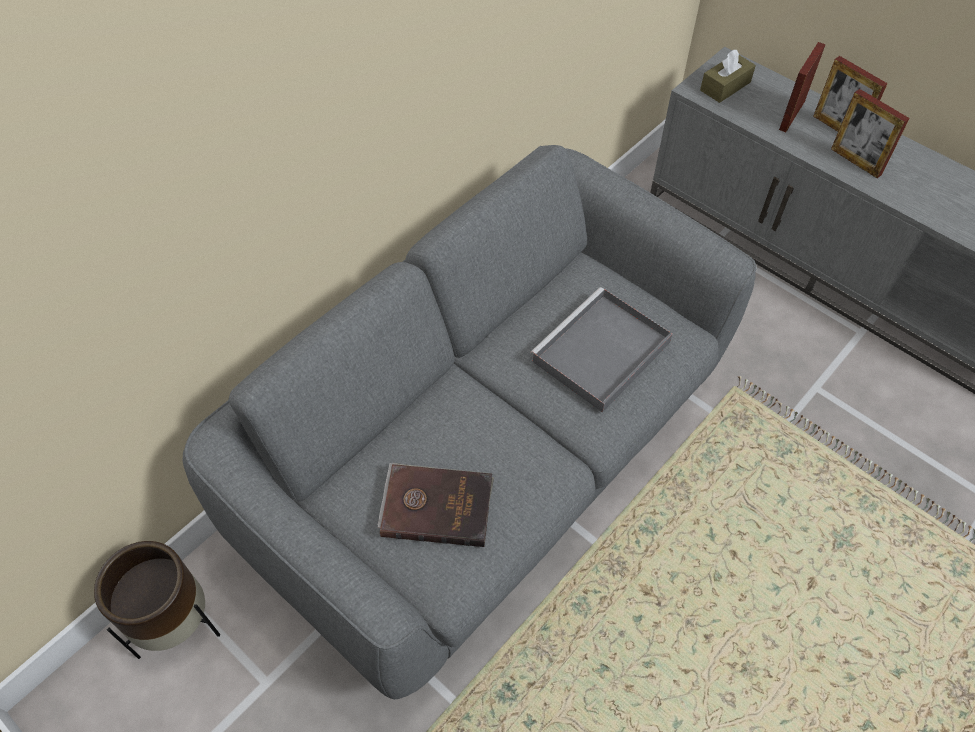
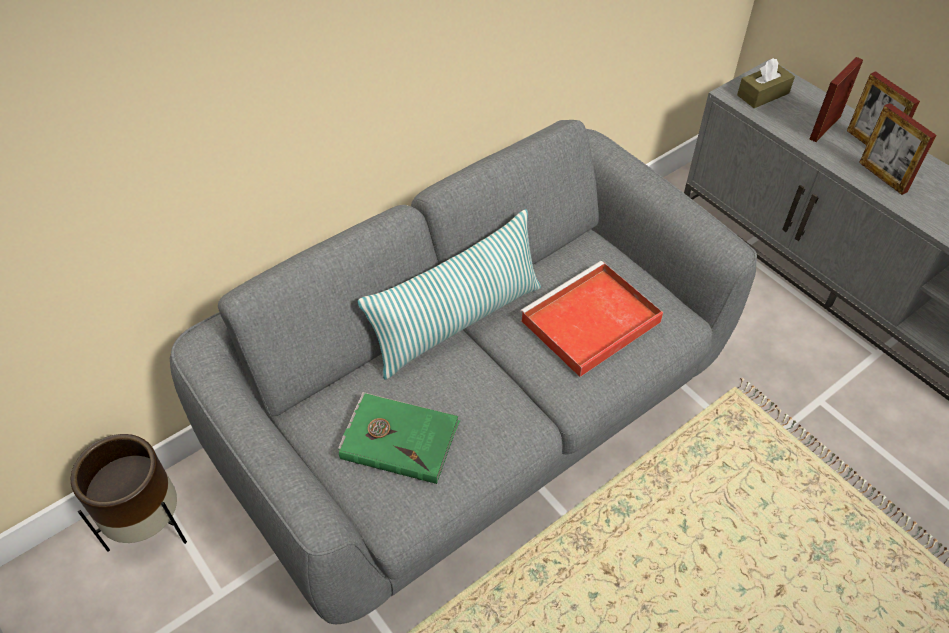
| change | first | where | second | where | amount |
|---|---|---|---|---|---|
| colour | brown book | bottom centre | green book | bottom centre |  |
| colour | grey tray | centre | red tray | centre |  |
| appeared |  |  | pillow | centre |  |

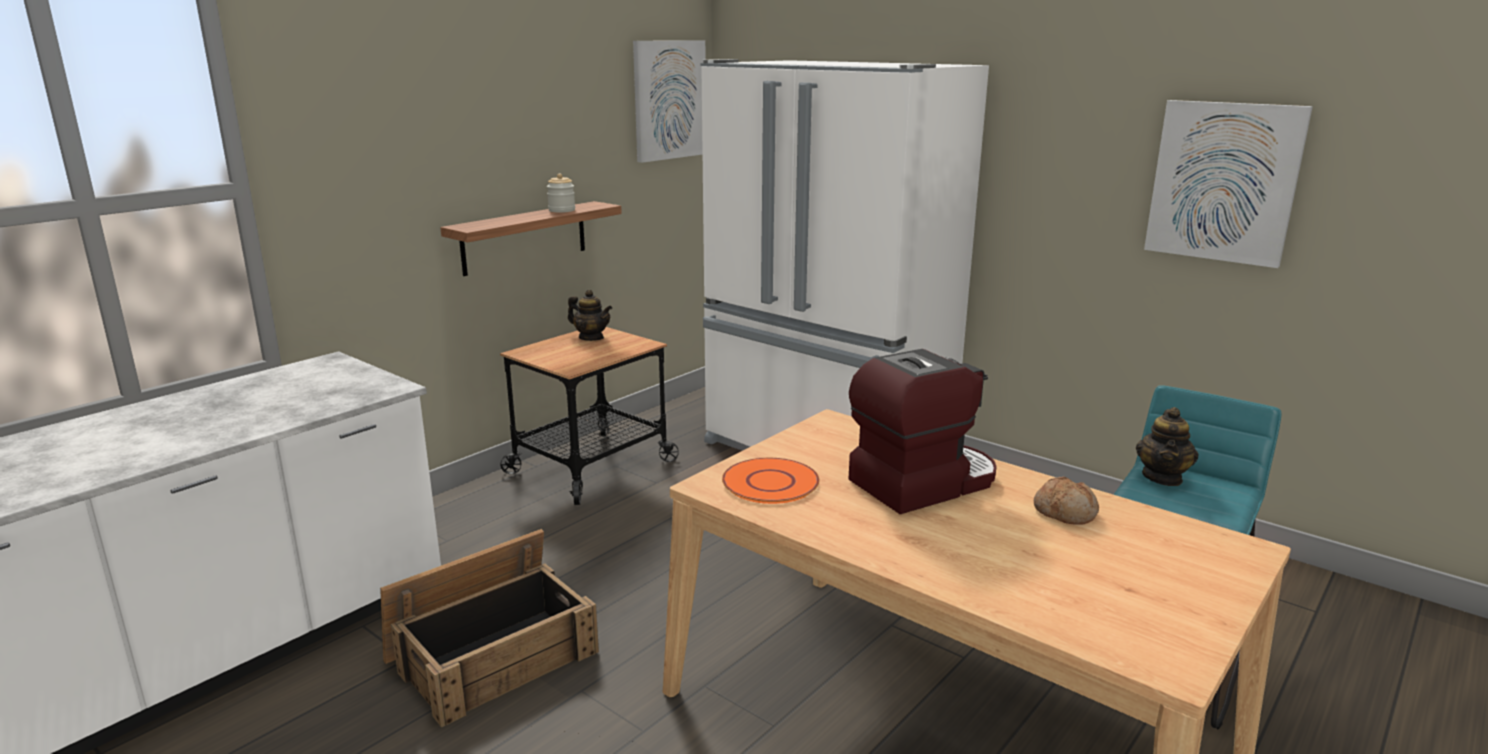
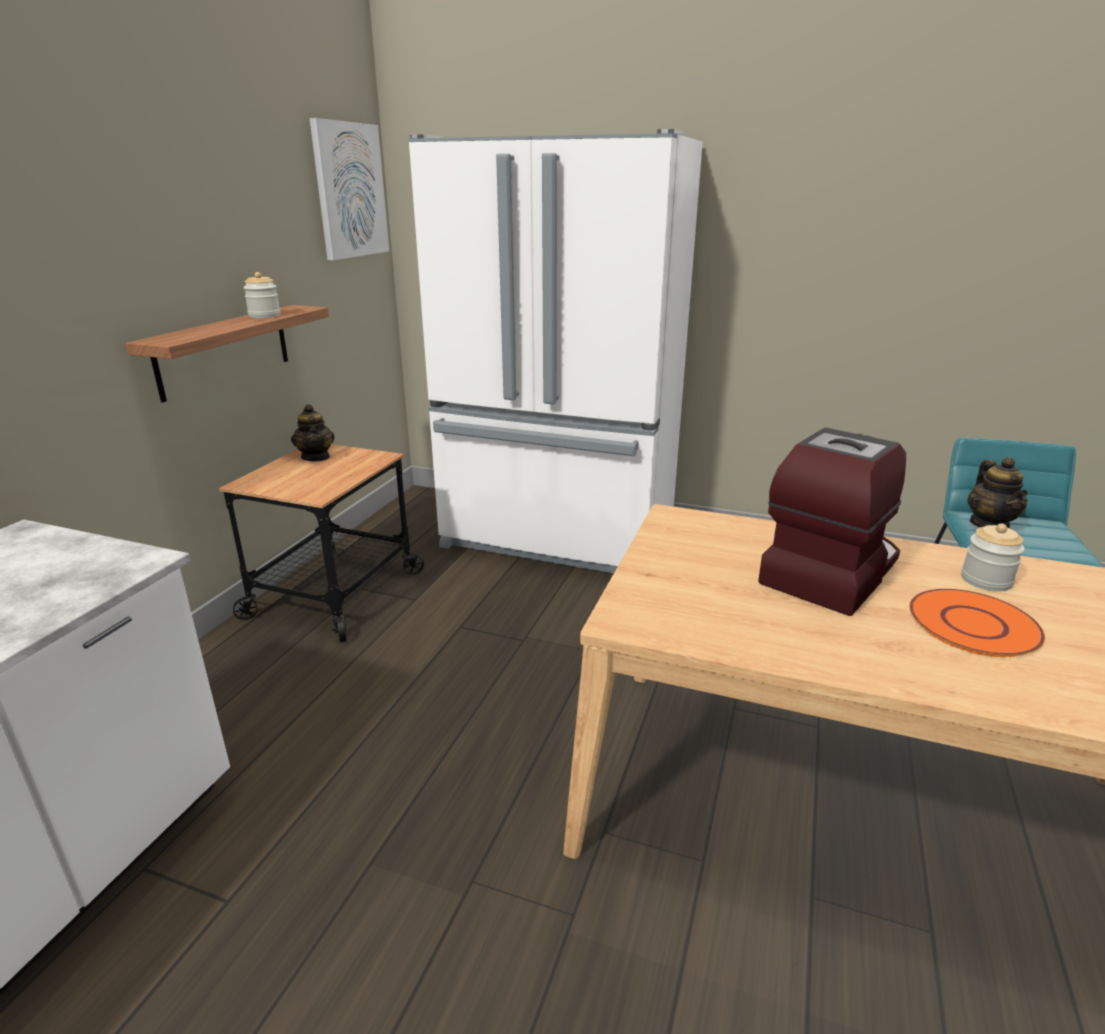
| change | first | where | second | where | amount |
|---|---|---|---|---|---|
| missing | crate | bottom left |  |  |  |
| spun | teapot (no. 1 from left) | centre |  | middle left | 60 degrees clockwise |
| relocated | orange plate | centre |  | middle right |  |
| exchanged | bread | middle right | jar (no. 2 from left) | middle right |  |
| missing | picture (no. 2 from left) | top right |  |  |  |

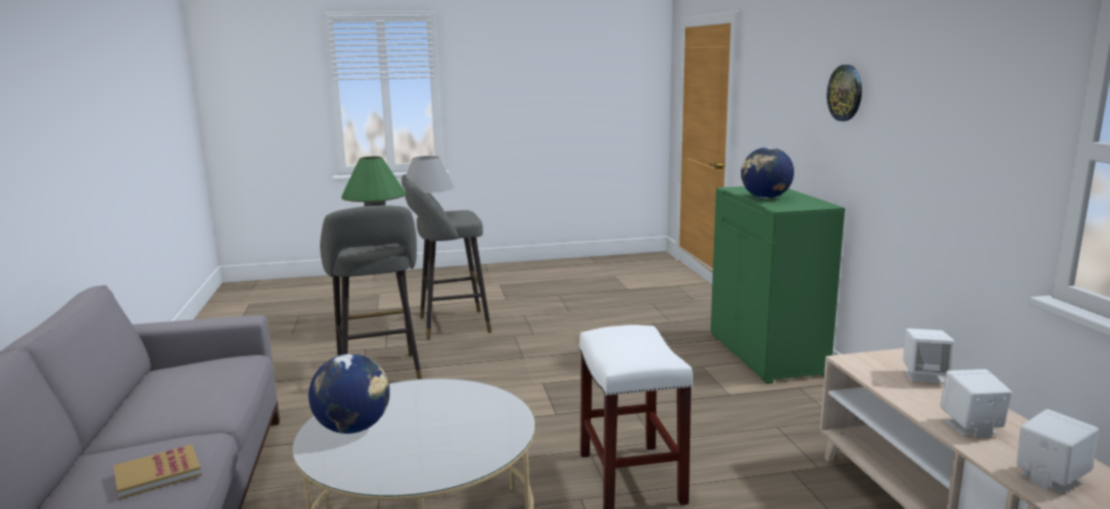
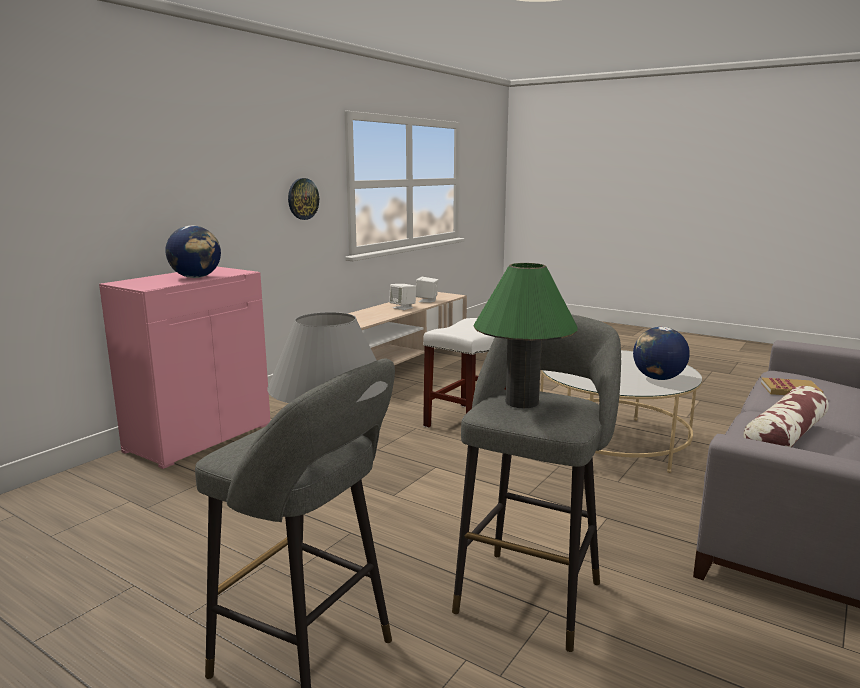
| change | first | where | second | where | amount |
|---|---|---|---|---|---|
| colour | green cabinet | middle right | pink cabinet | middle left |  |
| relocated | wall clock | top right |  | top centre |  |
| missing | white speaker (no. 1 from left) | bottom right |  |  |  |
| appeared |  |  | pillow | middle right |  |

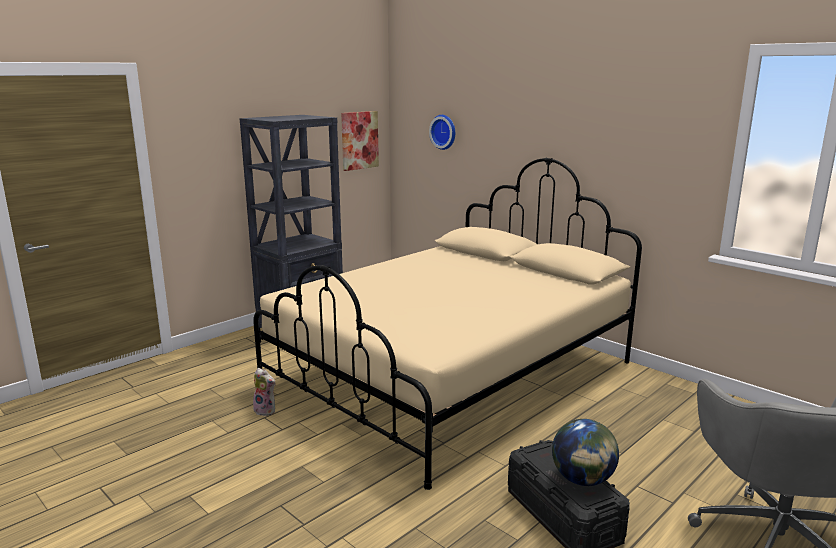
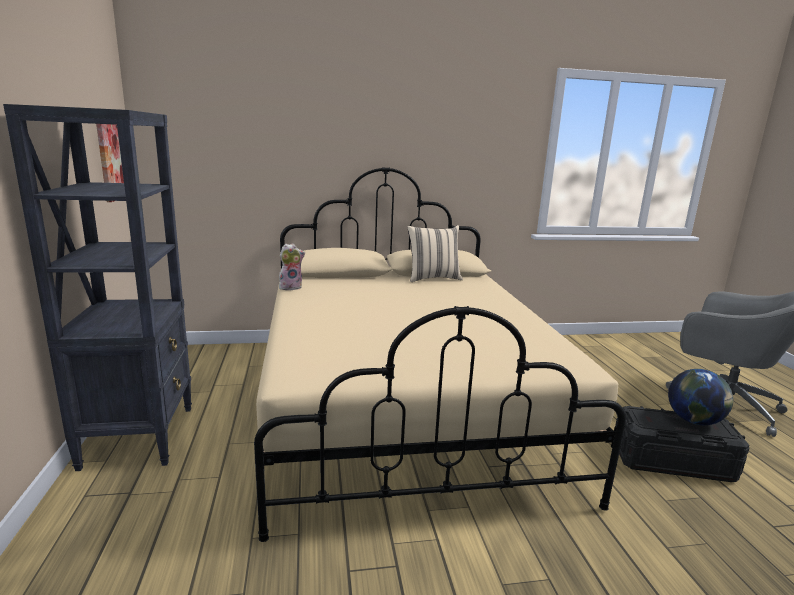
| change | first | where | second | where | amount |
|---|---|---|---|---|---|
| relocated | plush toy | bottom left |  | centre |  |
| missing | wall clock | top centre |  |  |  |
| appeared |  |  | beige pillow | centre |  |

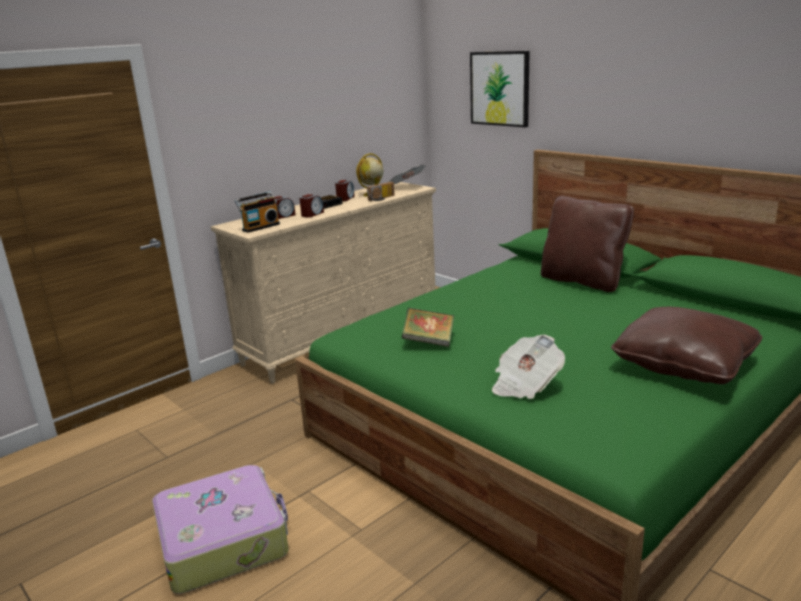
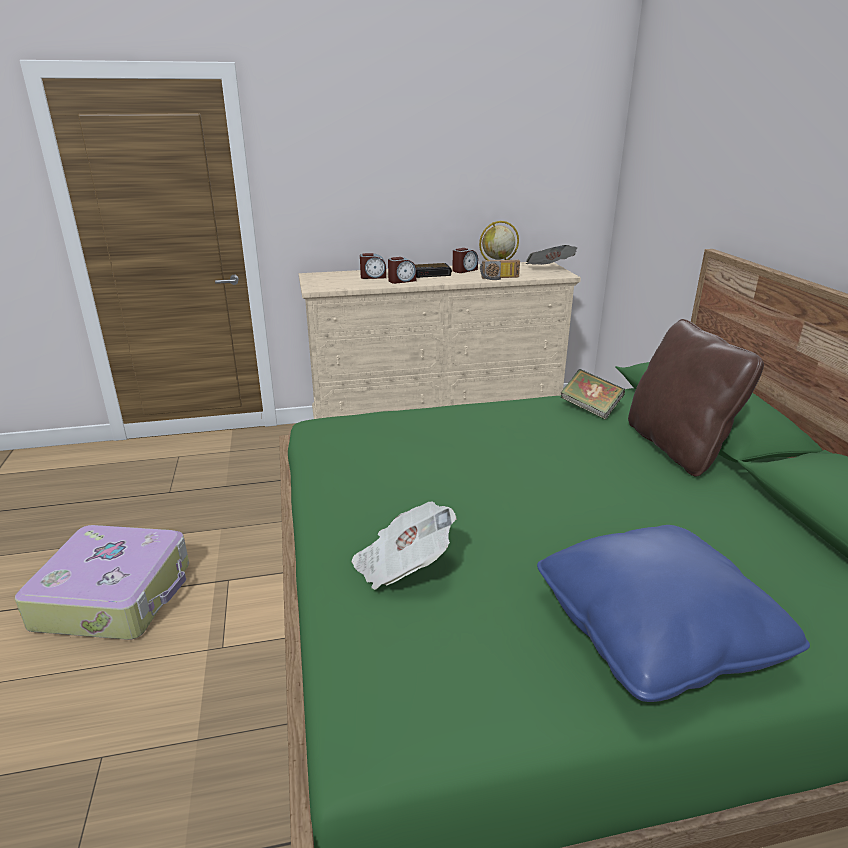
| change | first | where | second | where | amount |
|---|---|---|---|---|---|
| missing | radio (no. 1 from left) | middle left |  |  |  |
| relocated | book | centre |  | middle right |  |
| missing | picture | top centre |  |  |  |
| colour | brown pillow (no. 2 from left) | middle right | blue pillow | bottom right |  |

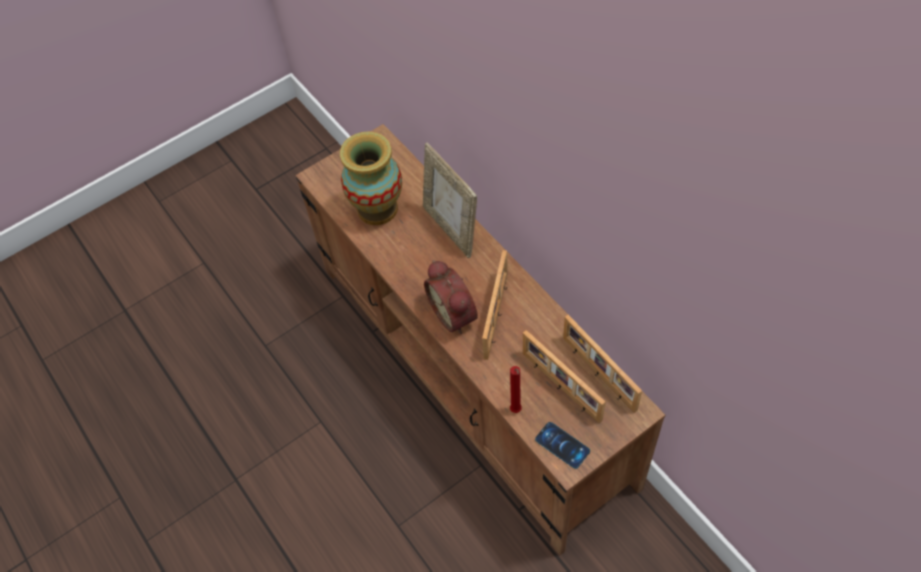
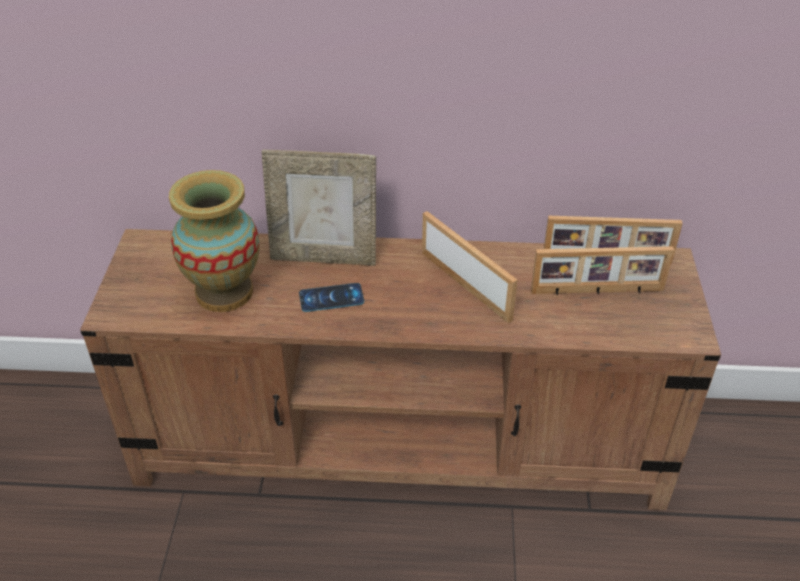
| change | first | where | second | where | amount |
|---|---|---|---|---|---|
| missing | alarm clock | centre |  |  |  |
| missing | red candle | bottom centre |  |  |  |
| relocated | phone | bottom centre |  | centre |  |

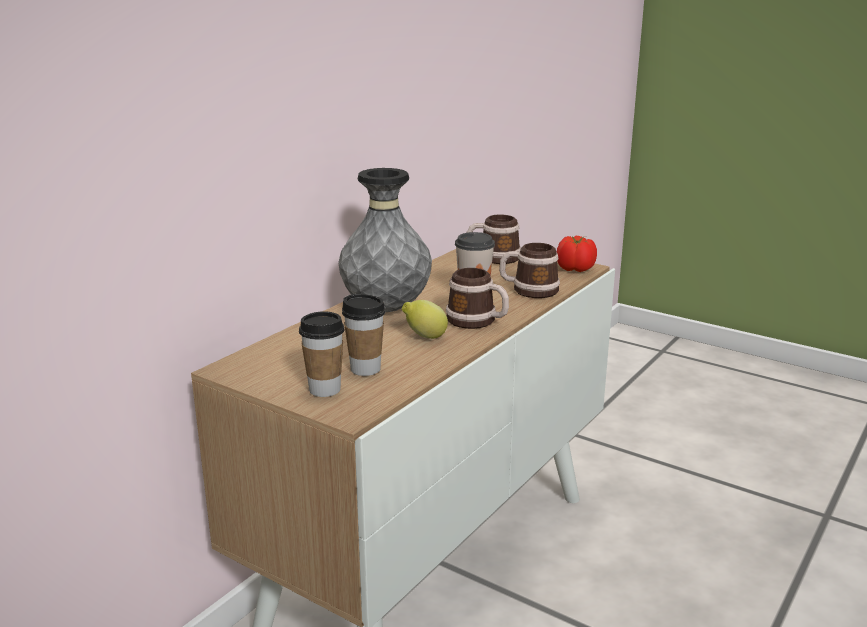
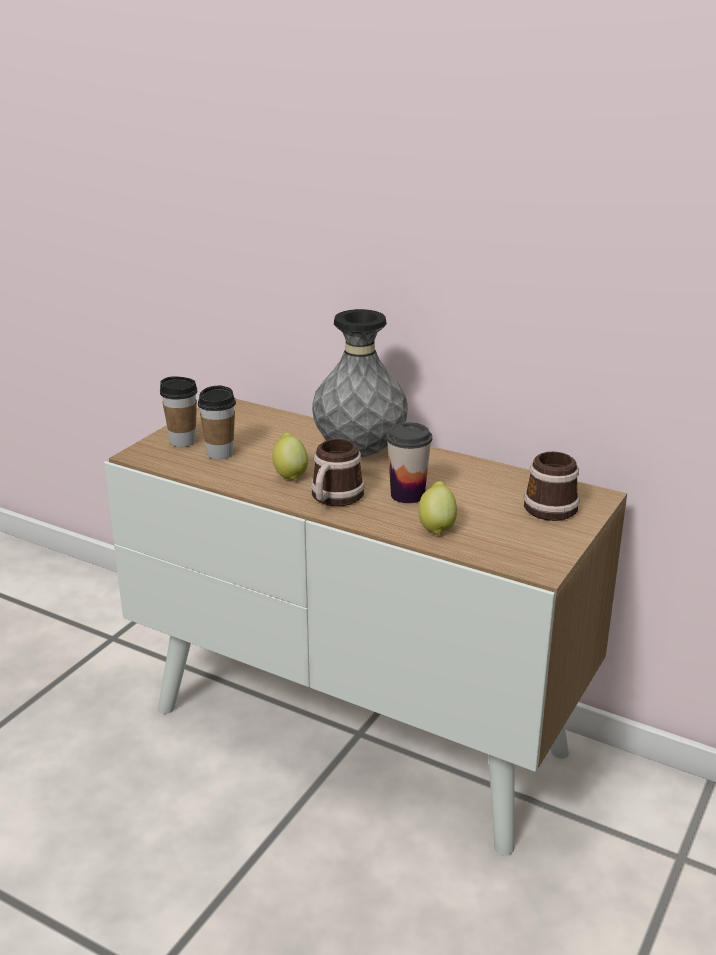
| change | first | where | second | where | amount |
|---|---|---|---|---|---|
| exchanged | mug (no. 3 from left) | centre | lemon (no. 2 from left) | centre |  |
| missing | tomato | centre |  |  |  |

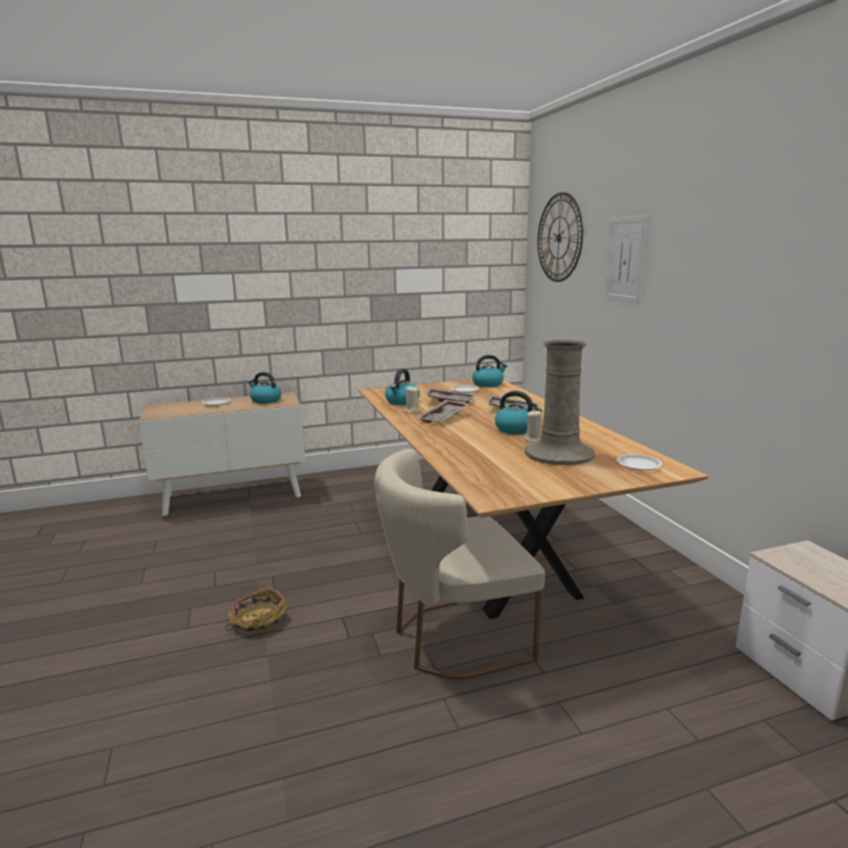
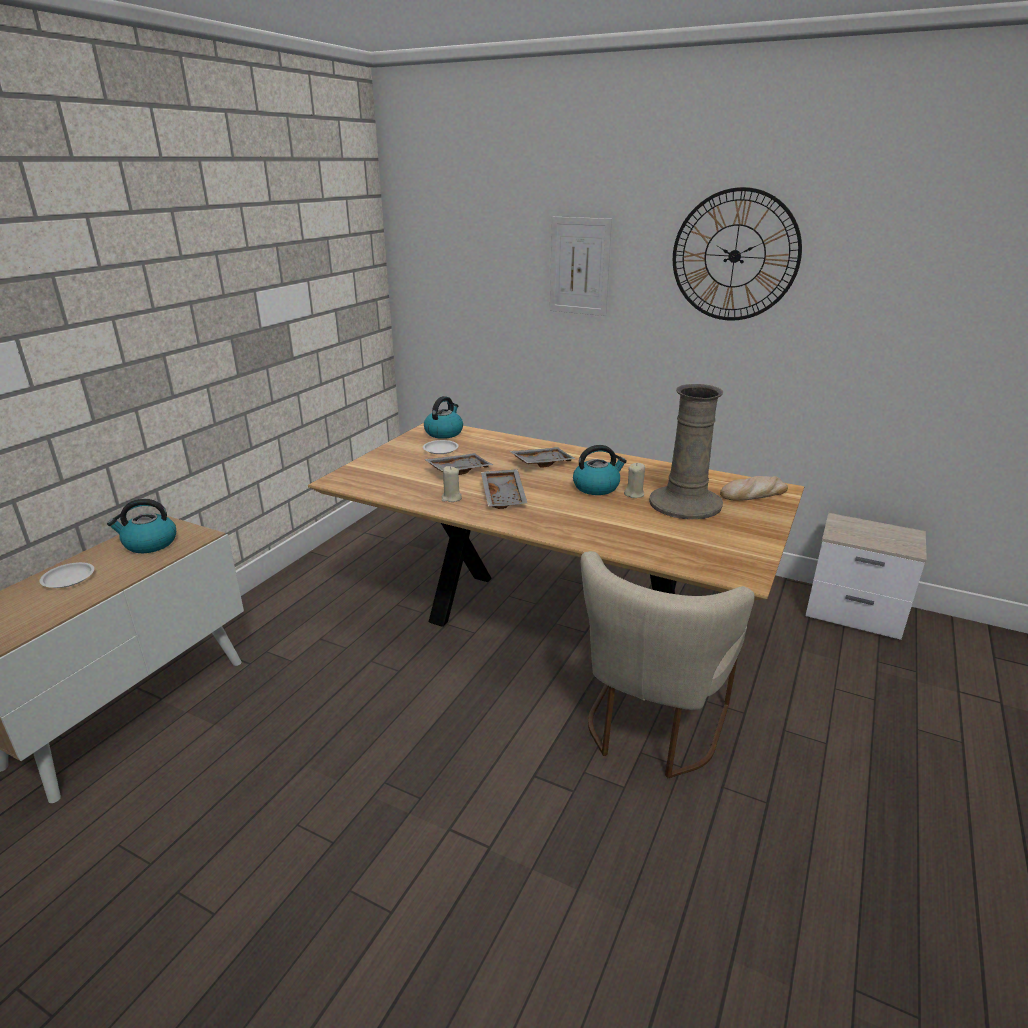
| change | first | where | second | where | amount |
|---|---|---|---|---|---|
| missing | basket | bottom left |  |  |  |
| missing | kettle (no. 2 from left) | centre |  |  |  |
| relocated | wall clock | top centre |  | top right |  |
| exchanged | white plate (no. 3 from left) | middle right | bread | middle right |  |

